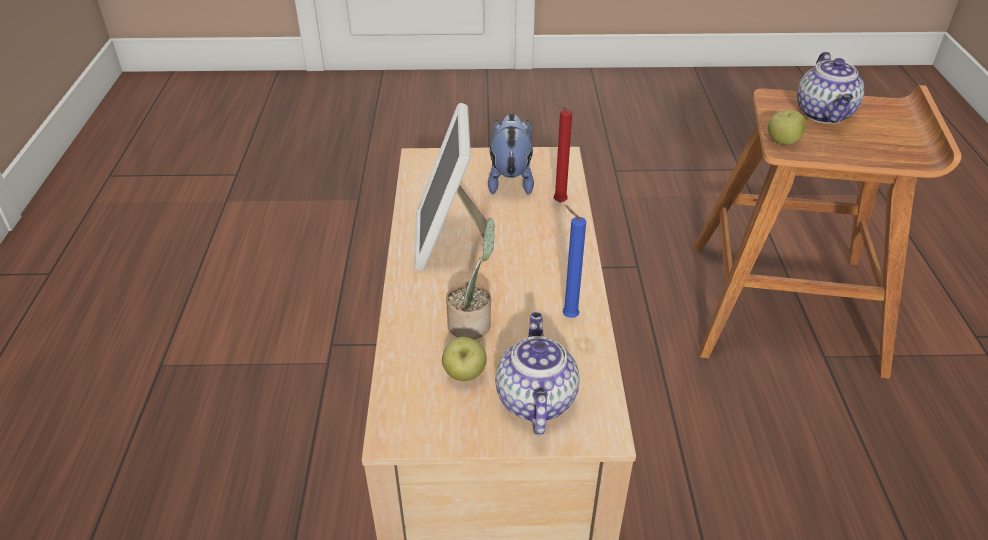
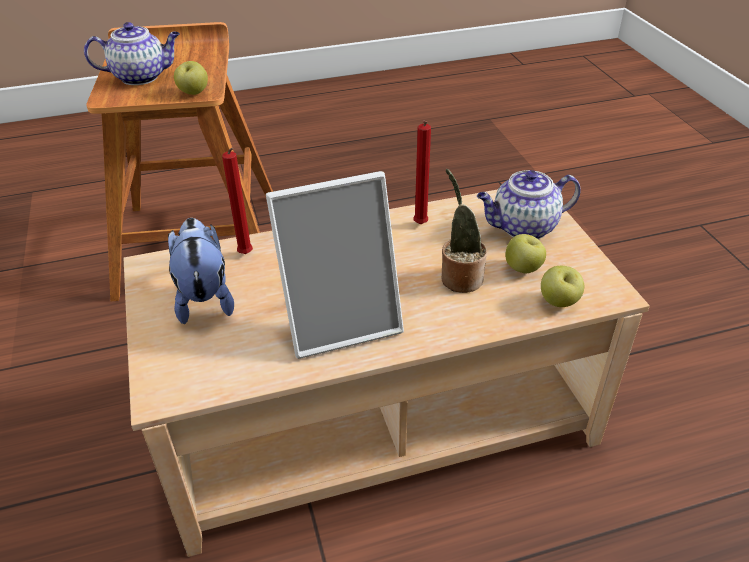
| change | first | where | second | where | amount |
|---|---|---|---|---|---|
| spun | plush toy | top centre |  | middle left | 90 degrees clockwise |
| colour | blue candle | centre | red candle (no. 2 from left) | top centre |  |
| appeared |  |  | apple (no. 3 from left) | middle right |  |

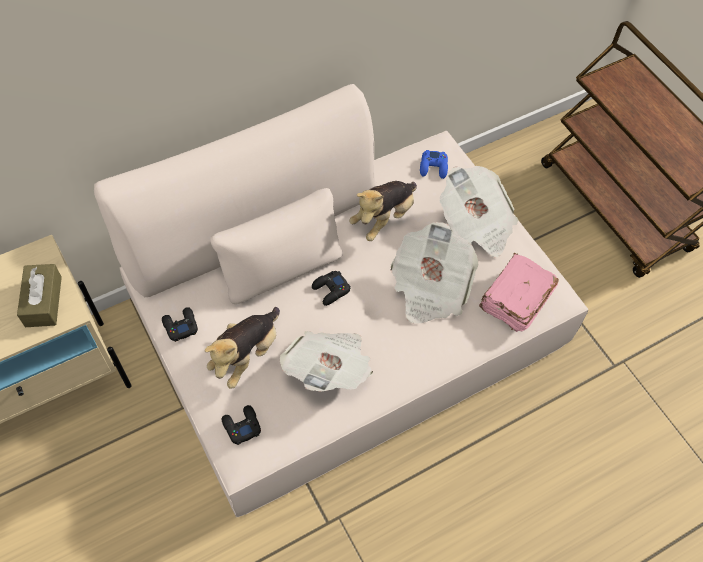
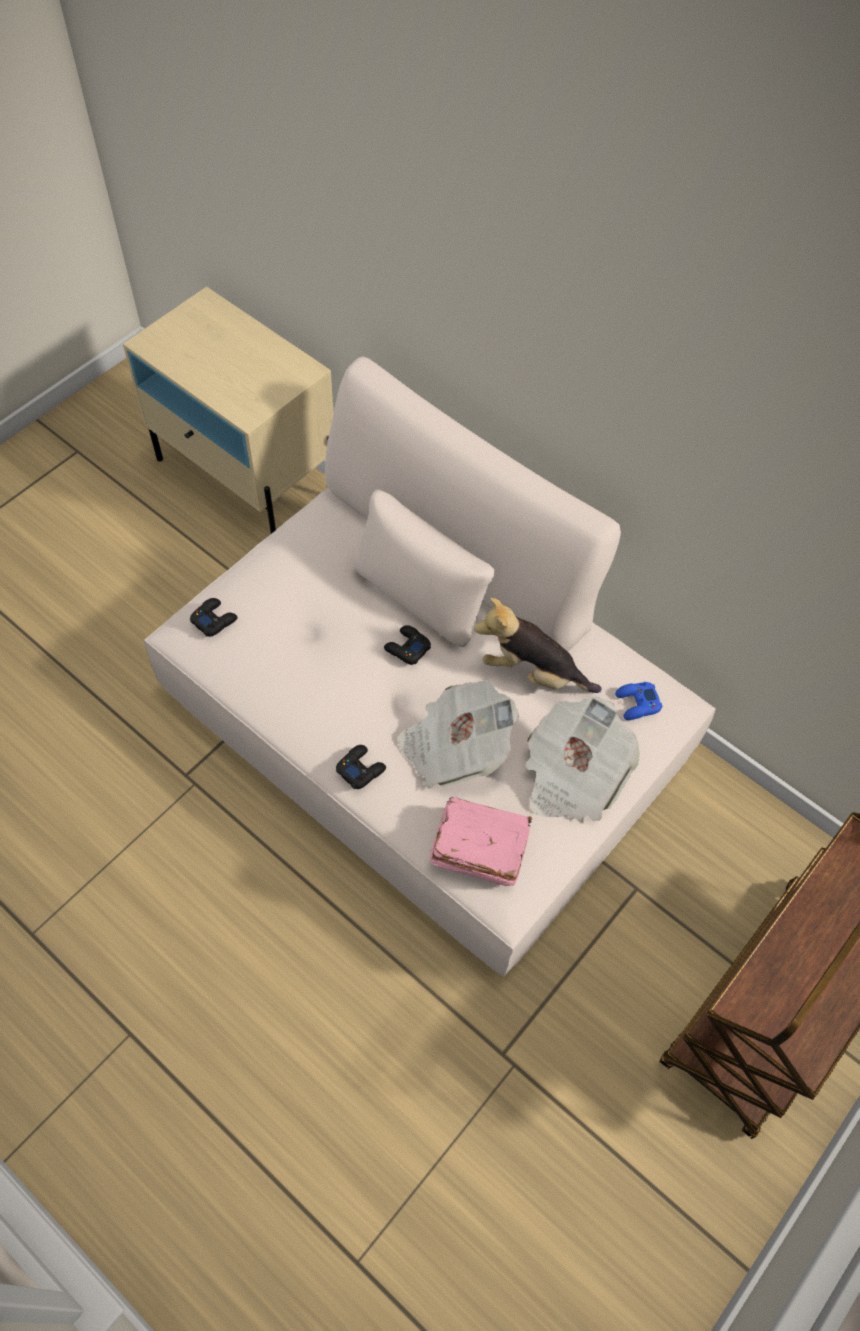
| change | first | where | second | where | amount |
|---|---|---|---|---|---|
| missing | brown tissue box | middle left |  |  |  |
| relocated | black game controller (no. 1 from left in the first image) | middle left | black game controller (no. 2 from left) | centre |  |
| missing | plush toy (no. 1 from left) | centre |  |  |  |
| missing | newspaper (no. 1 from left) | centre |  |  |  |

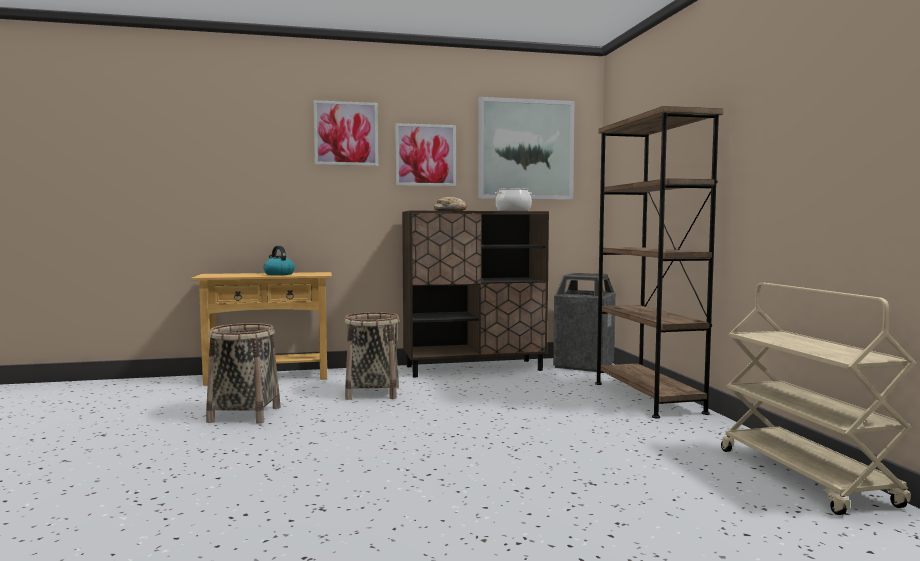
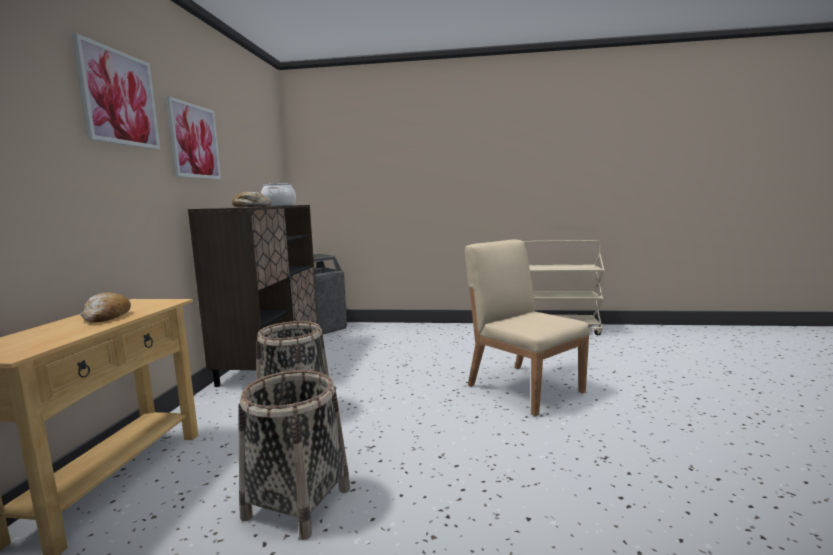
| change | first | where | second | where | amount |
|---|---|---|---|---|---|
| exchanged | kettle | middle left | bread (no. 1 from left) | middle left |  |
| missing | picture (no. 3 from left) | top centre |  |  |  |
| missing | brown bookcase | middle right |  |  |  |
| appeared |  |  | beige chair | centre |  |

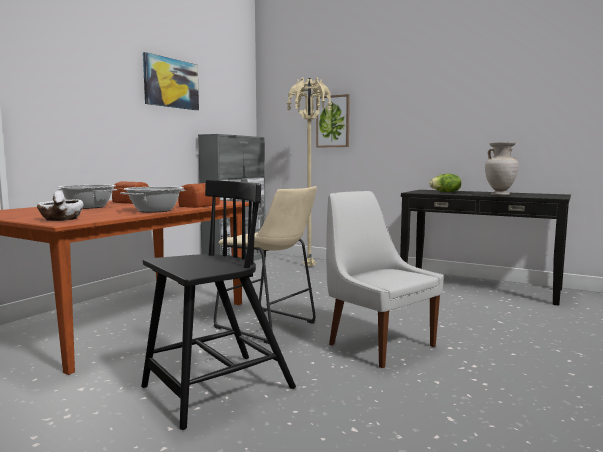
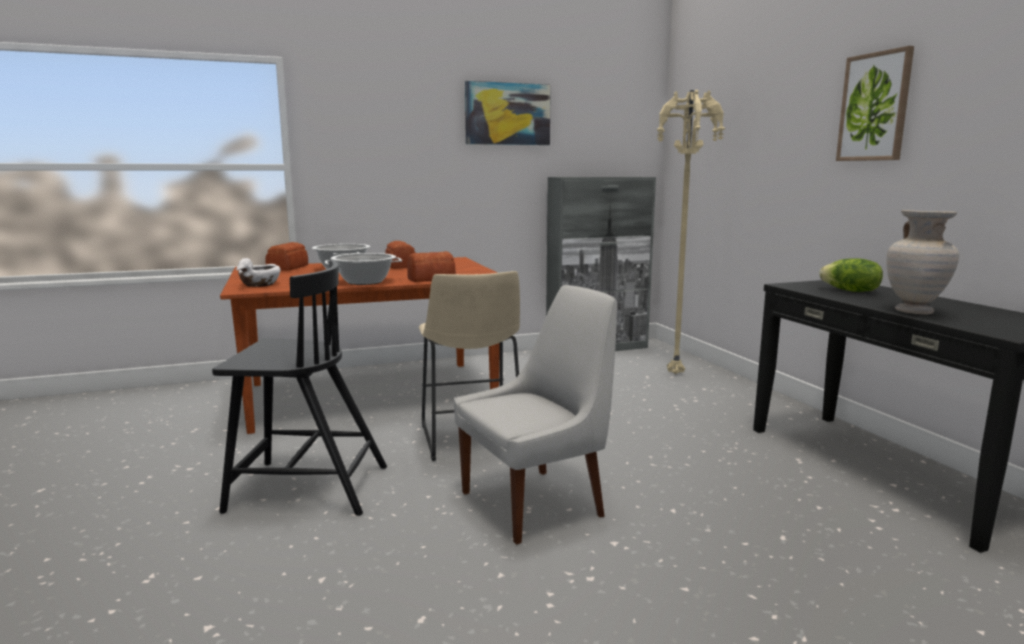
| change | first | where | second | where | amount |
|---|---|---|---|---|---|
| relocated | picture (no. 2 from left) | top centre |  | top right |  |
| spun | white chair | centre |  | centre | 60 degrees clockwise |
| appeared |  |  | bread (no. 1 from left) | middle left |  |

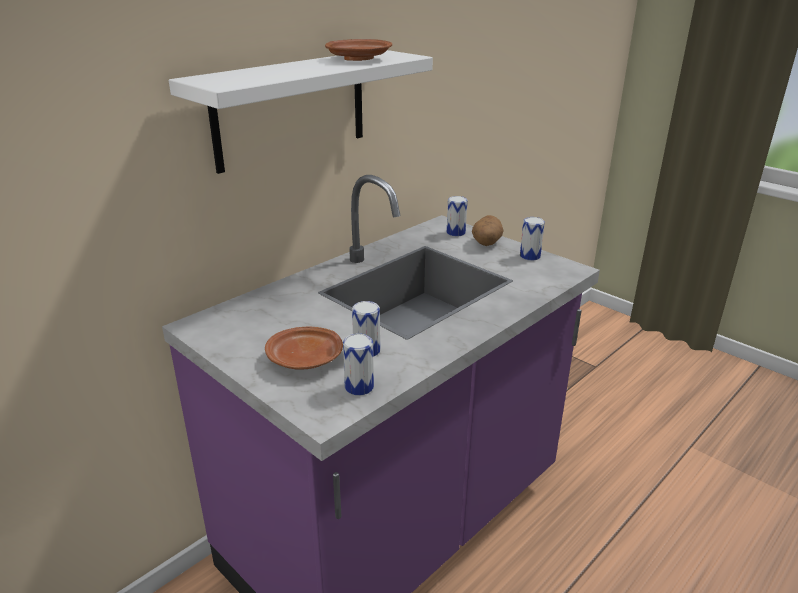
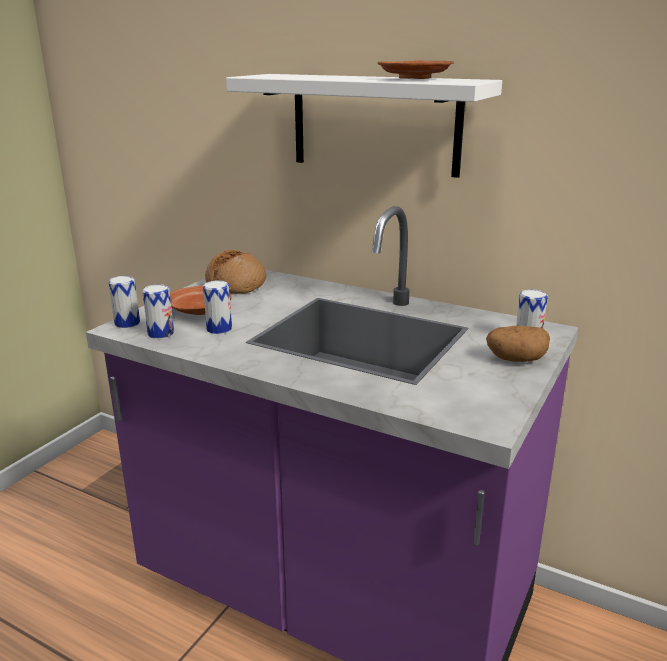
| change | first | where | second | where | amount |
|---|---|---|---|---|---|
| relocated | can (no. 4 from left in the first image) | middle right | can (no. 1 from left) | middle left |  |
| appeared |  |  | bread | centre |  |

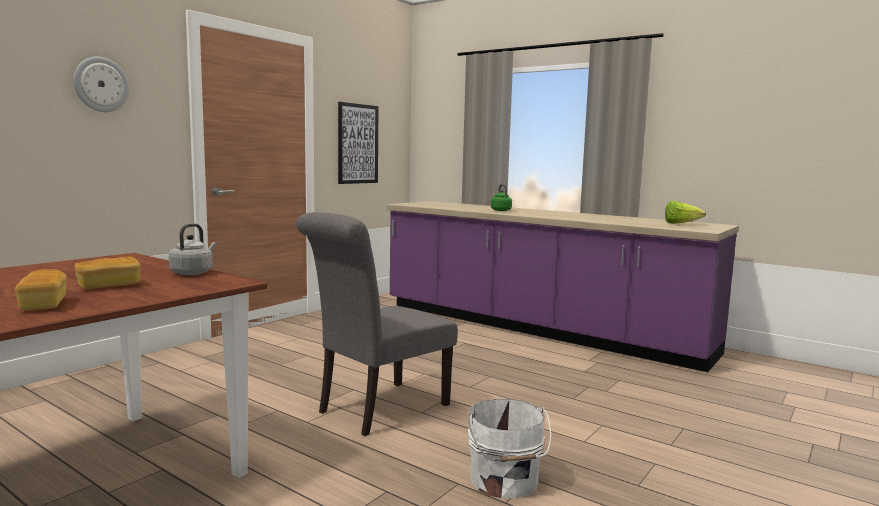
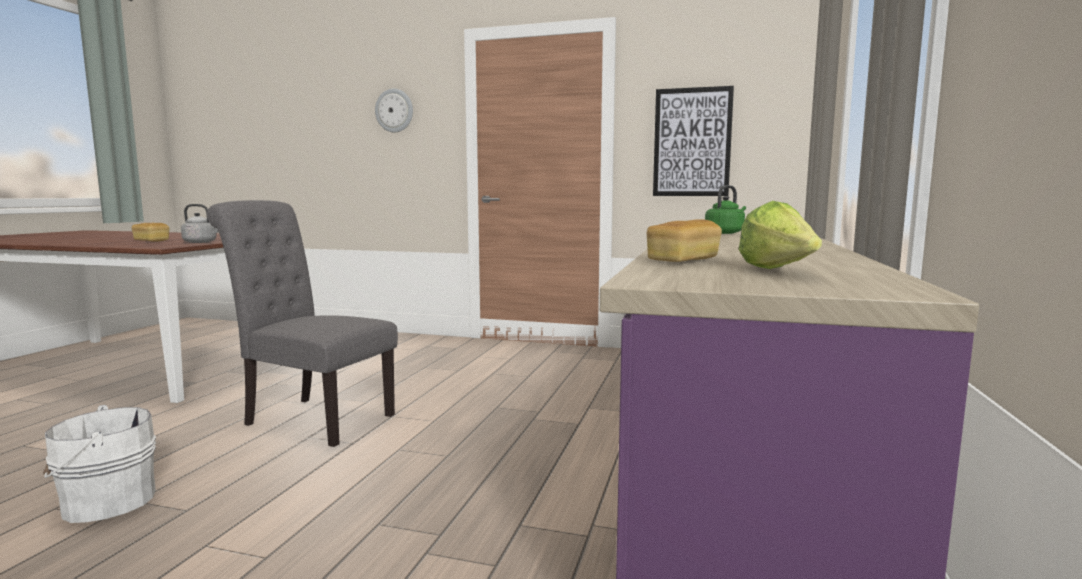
| change | first | where | second | where | amount |
|---|---|---|---|---|---|
| relocated | bread (no. 1 from left in the first image) | middle left | bread (no. 2 from left) | centre |  |

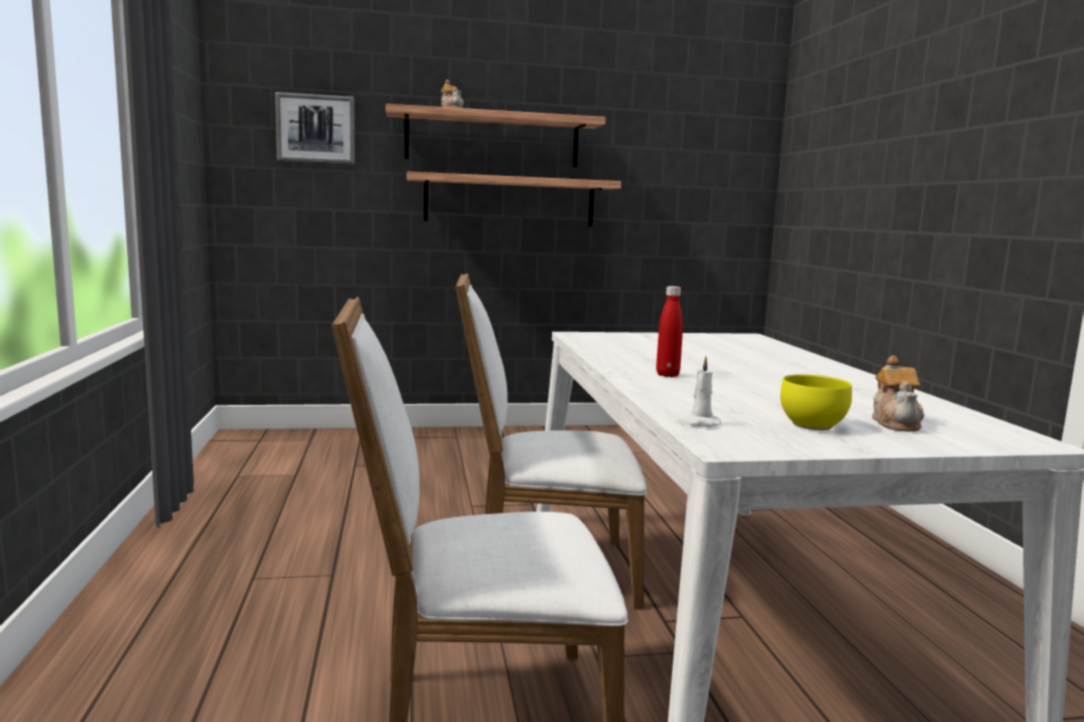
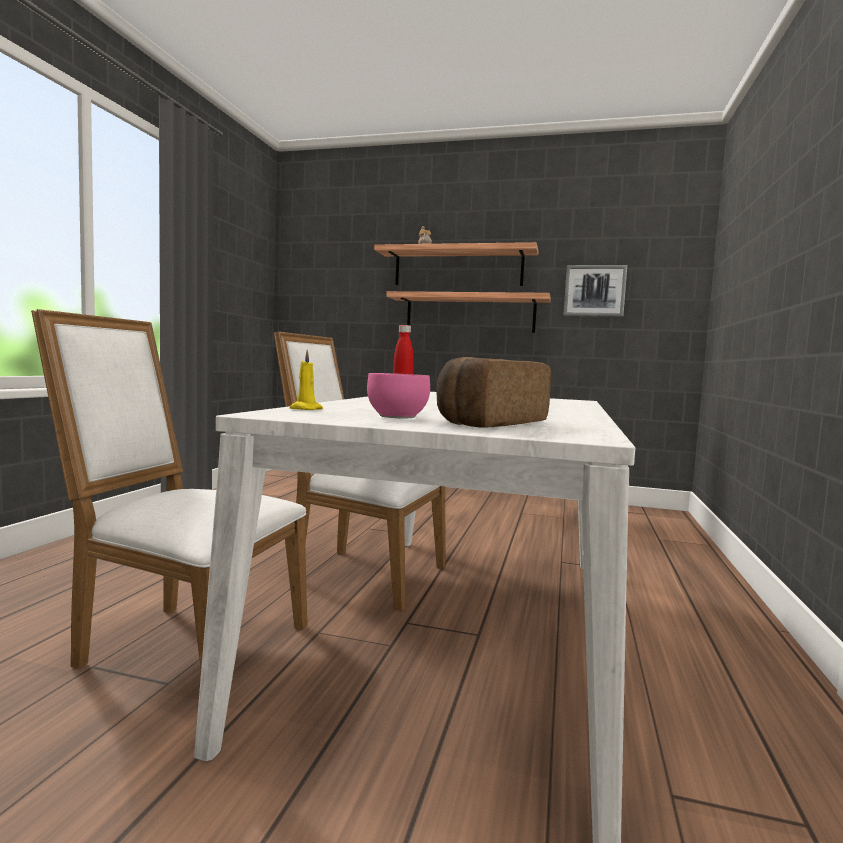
| change | first | where | second | where | amount |
|---|---|---|---|---|---|
| relocated | picture | top left |  | middle right |  |
| colour | white candle | centre | yellow candle | centre |  |
| colour | yellow bowl | middle right | pink bowl | centre |  |
| exchanged | teapot (no. 2 from left) | middle right | bread | centre |  |

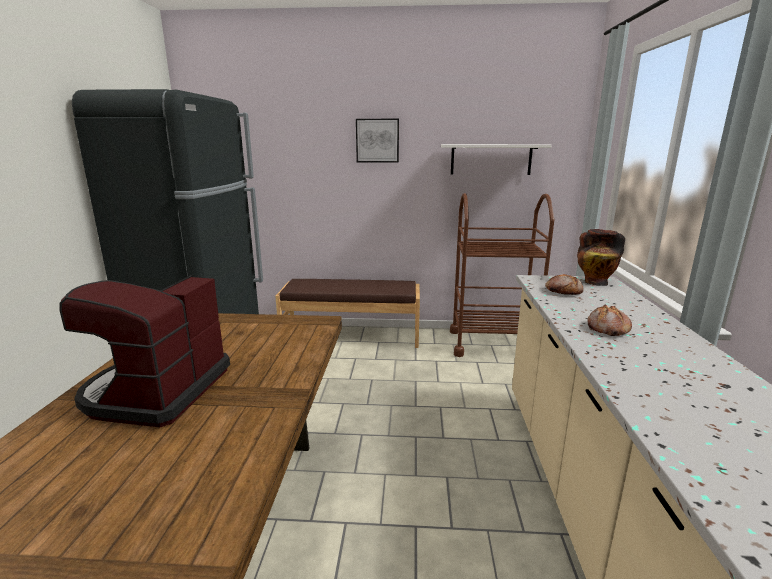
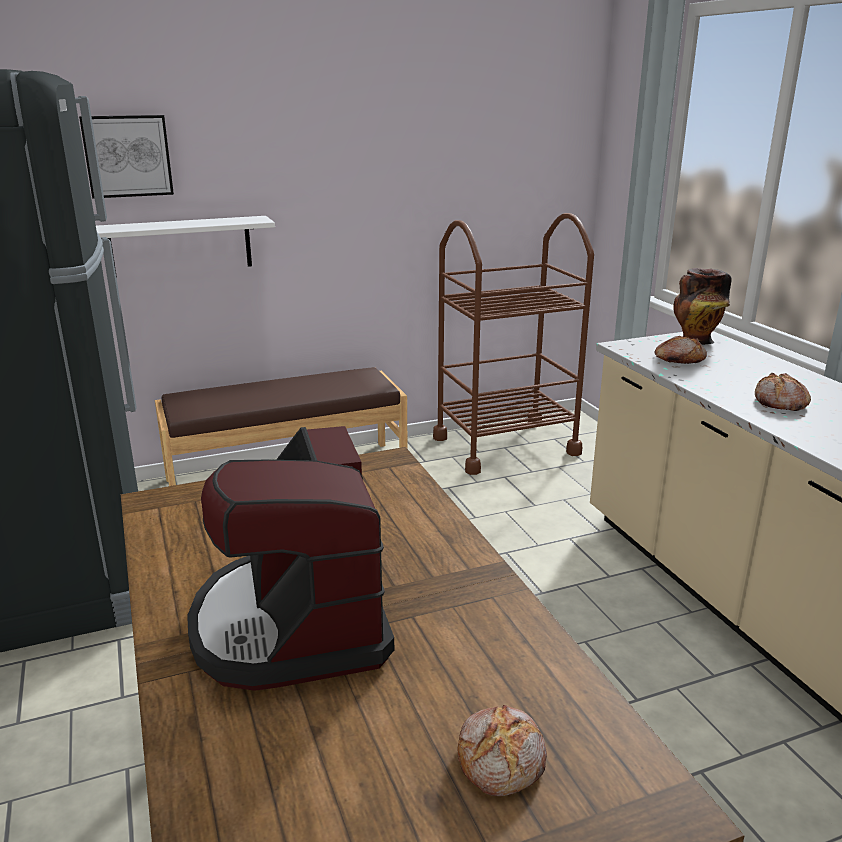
| change | first | where | second | where | amount |
|---|---|---|---|---|---|
| relocated | picture | top centre |  | top left |  |
| relocated | white shelf | top centre |  | top left |  |
| appeared |  |  | bread (no. 1 from left) | bottom centre |  |

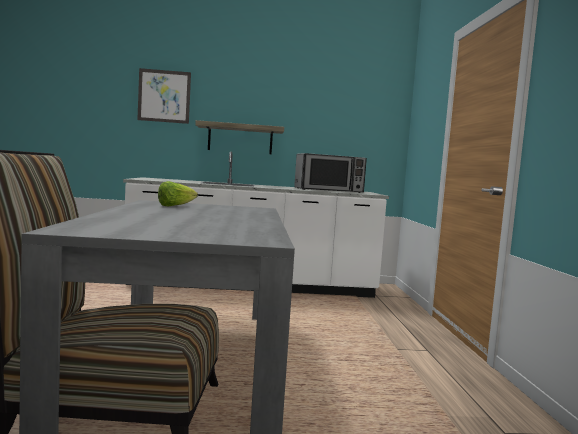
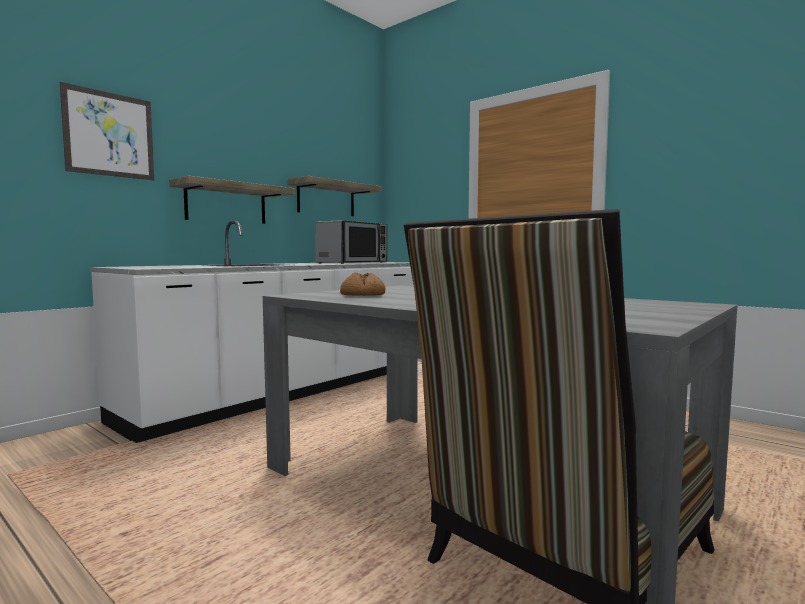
| change | first | where | second | where | amount |
|---|---|---|---|---|---|
| exchanged | lettuce | middle left | bread | centre |  |
| appeared |  |  | shelf (no. 2 from left) | top centre |  |

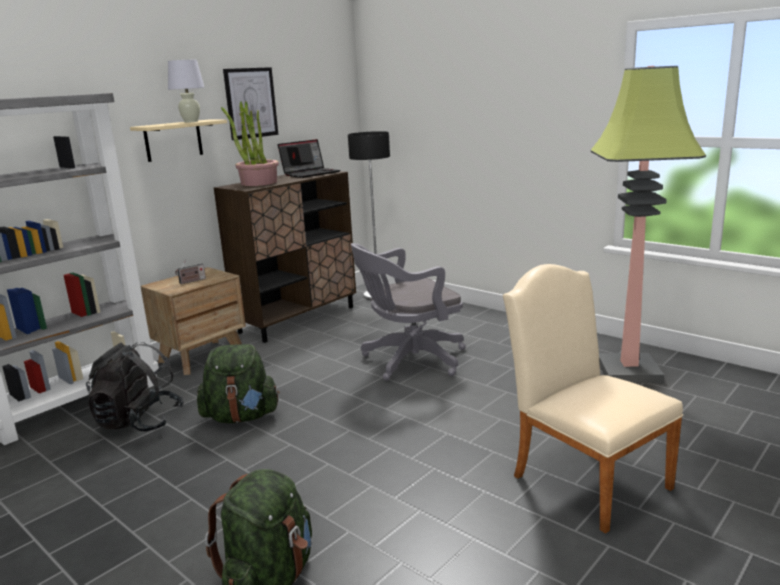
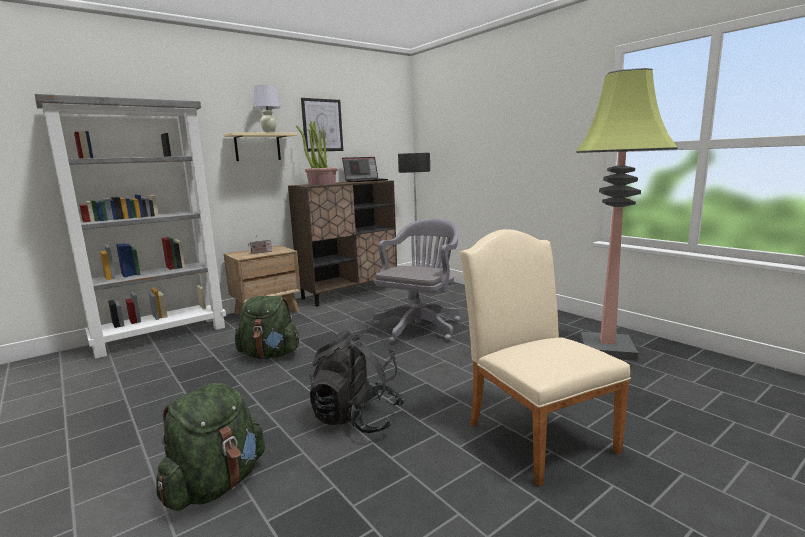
| change | first | where | second | where | amount |
|---|---|---|---|---|---|
| relocated | black backpack | middle left |  | bottom centre |  |
| spun | grey office chair | centre |  | centre | 135 degrees clockwise |

